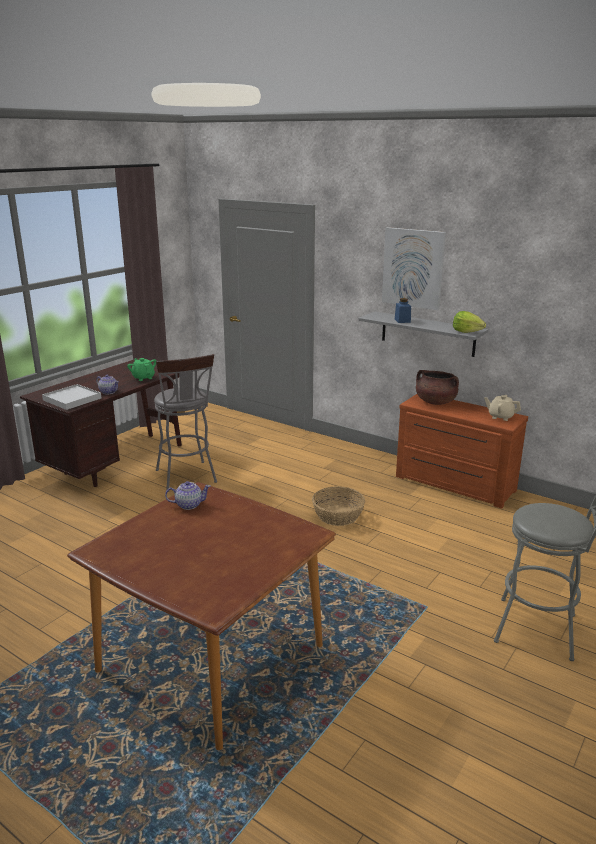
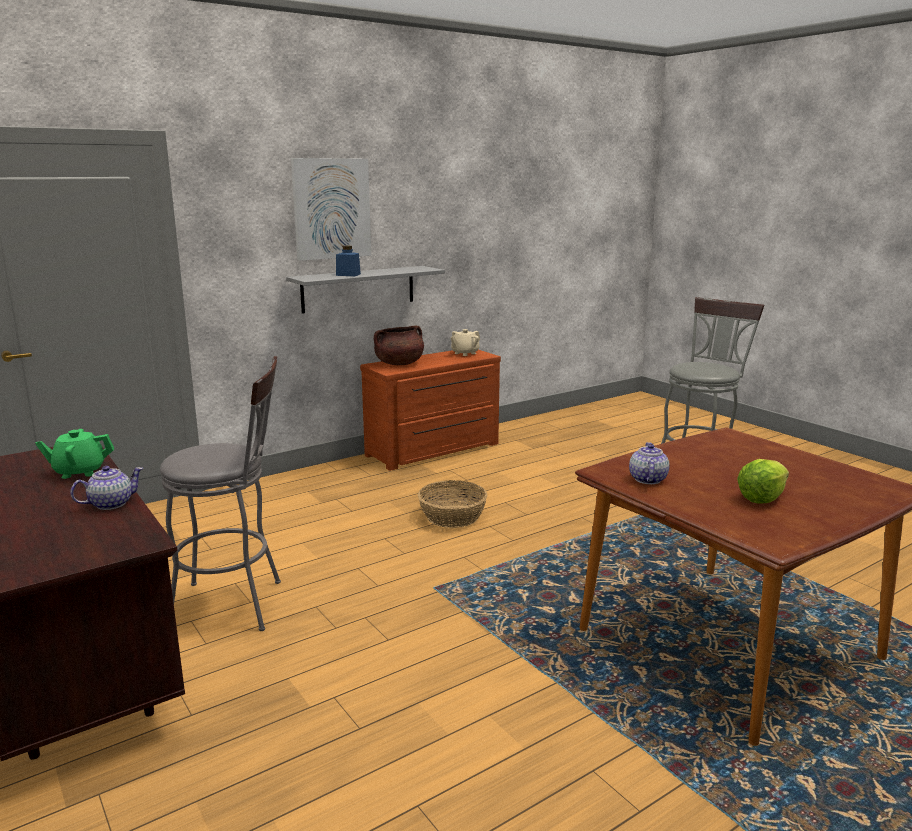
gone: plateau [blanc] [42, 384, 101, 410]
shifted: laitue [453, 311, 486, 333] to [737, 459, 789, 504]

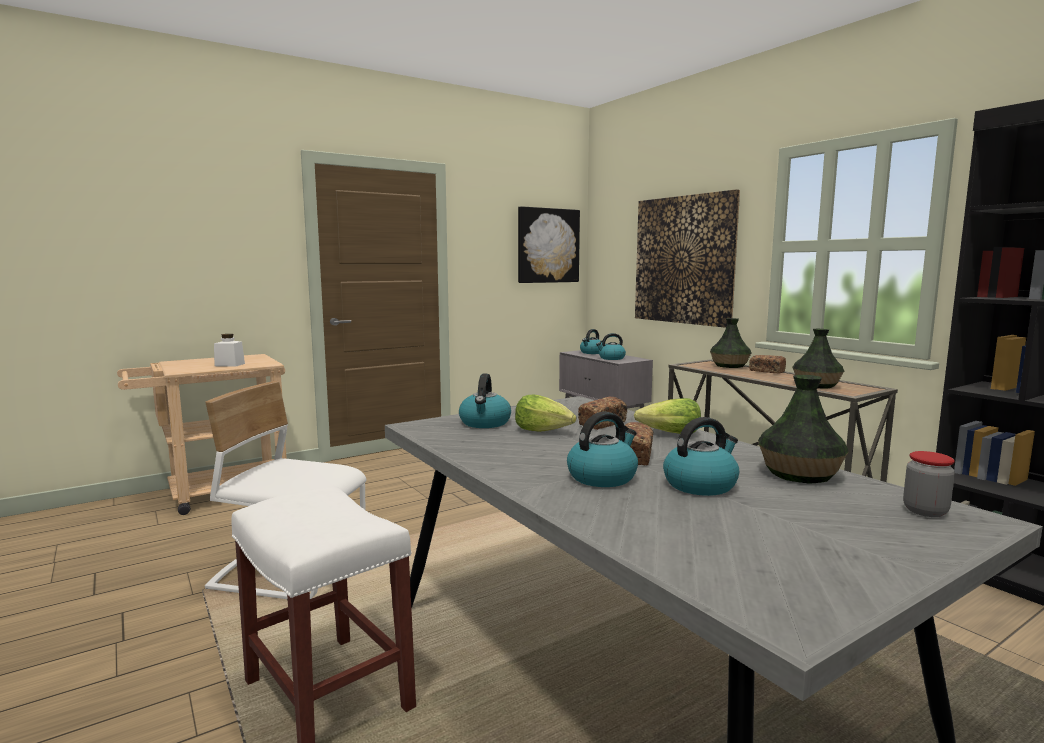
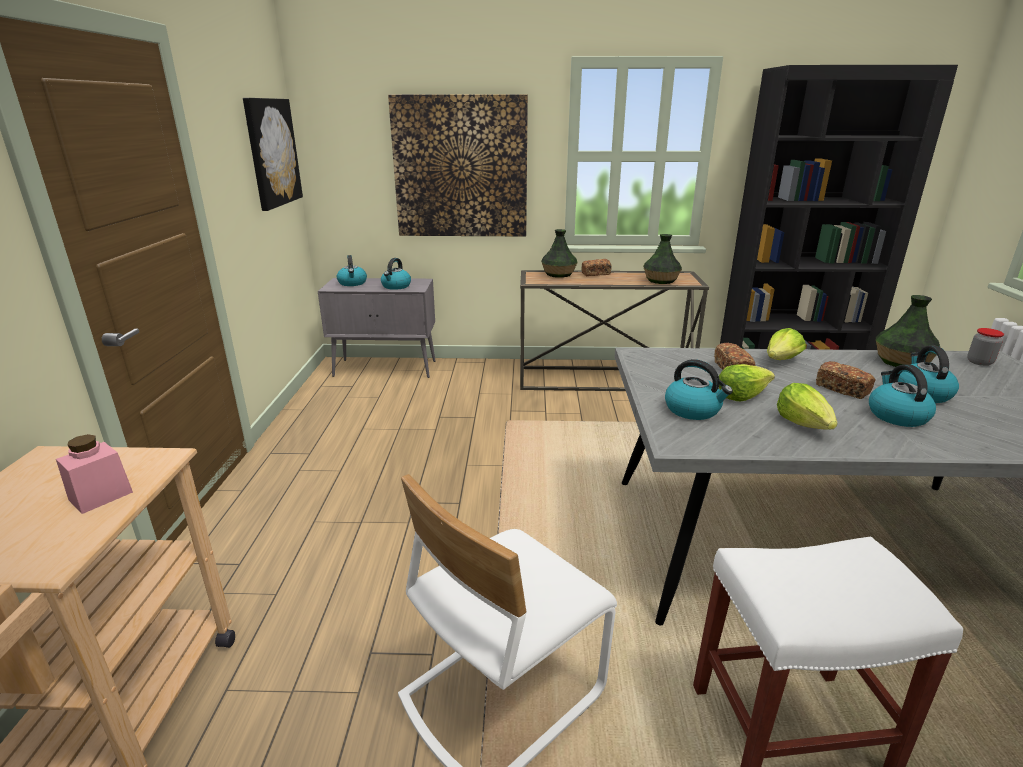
new: laitue [777, 383, 837, 430]
repainted: bocal [blanc] [214, 334, 245, 367] to bocal [rose] [56, 434, 133, 514]

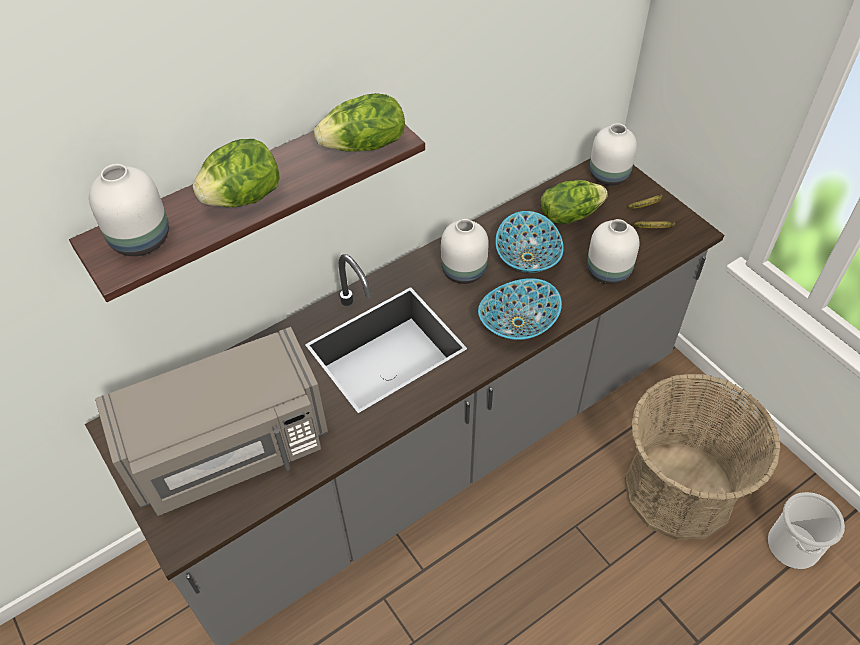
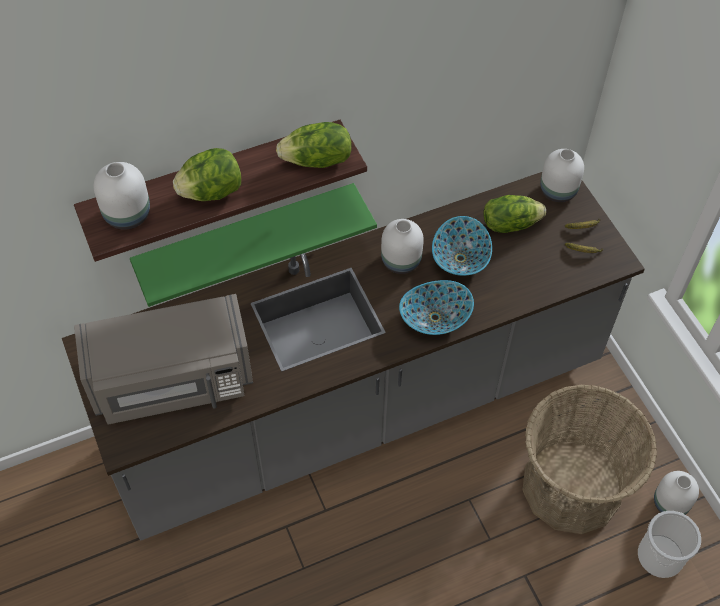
new: étagère [vert] [130, 183, 377, 307]
shifted: vase [blanc] [587, 219, 640, 284] to [654, 471, 699, 515]

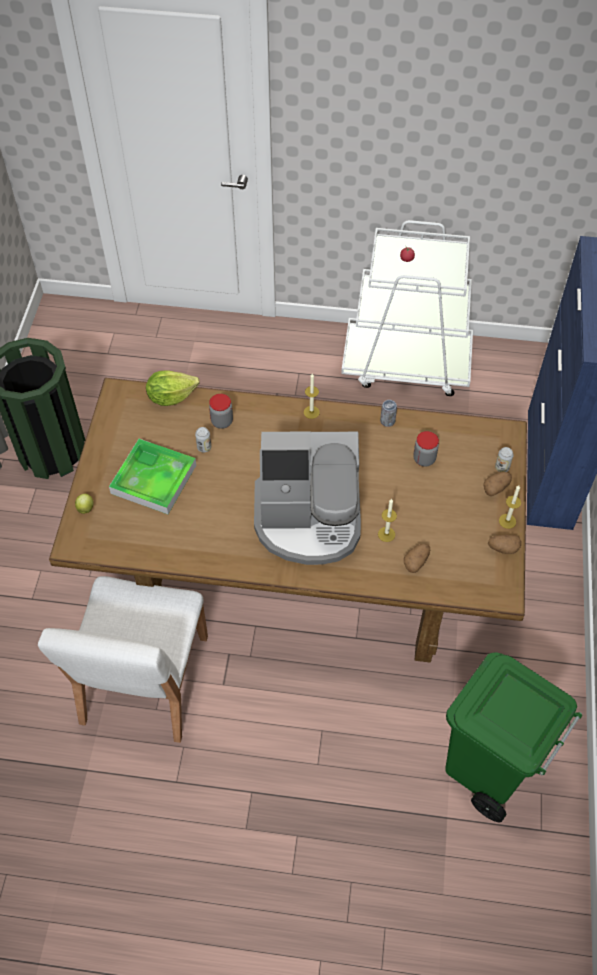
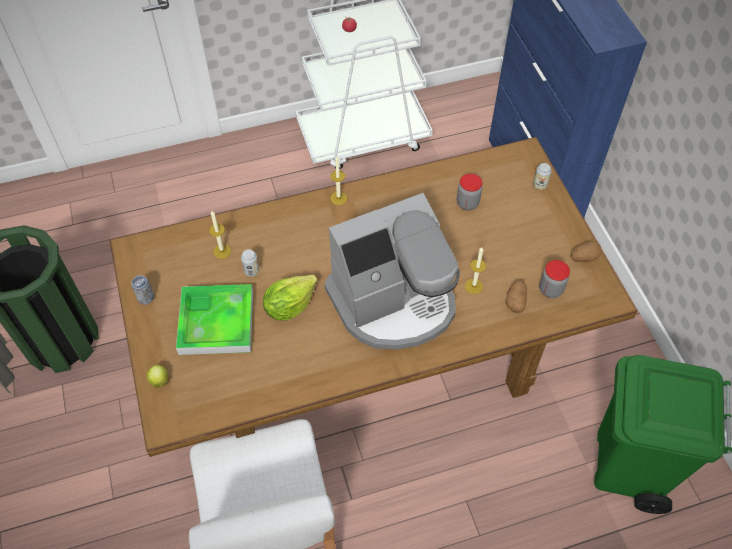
gone: pomme de terre [484, 472, 512, 496]
shifted: laitue [146, 370, 200, 406] to [263, 275, 317, 321]; bocal [209, 394, 233, 429] to [539, 260, 570, 298]; boîte métallique [380, 400, 397, 427] to [131, 275, 154, 305]; bougie [499, 485, 521, 529] to [209, 211, 231, 259]

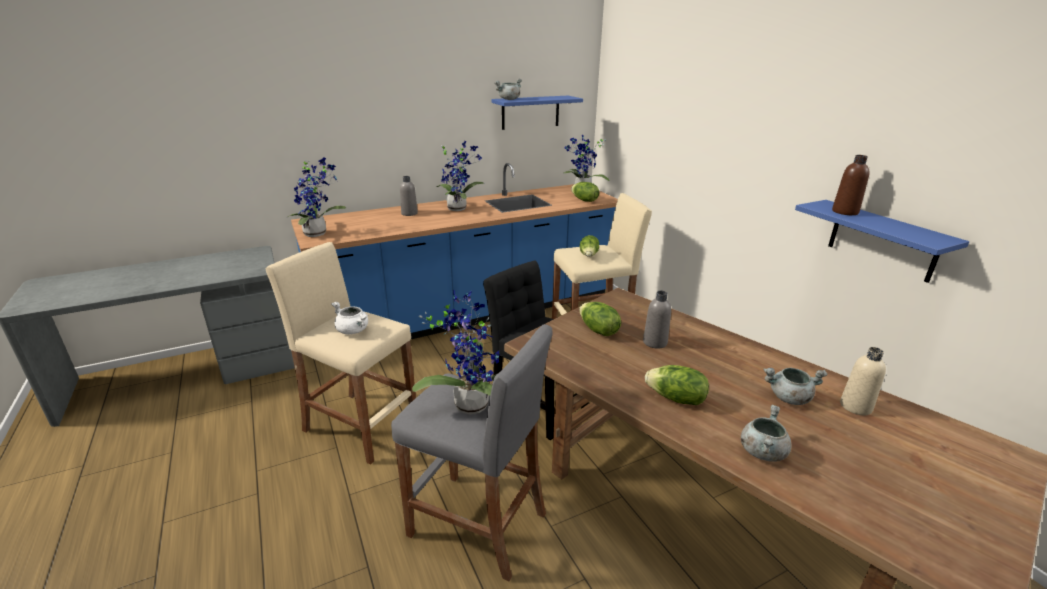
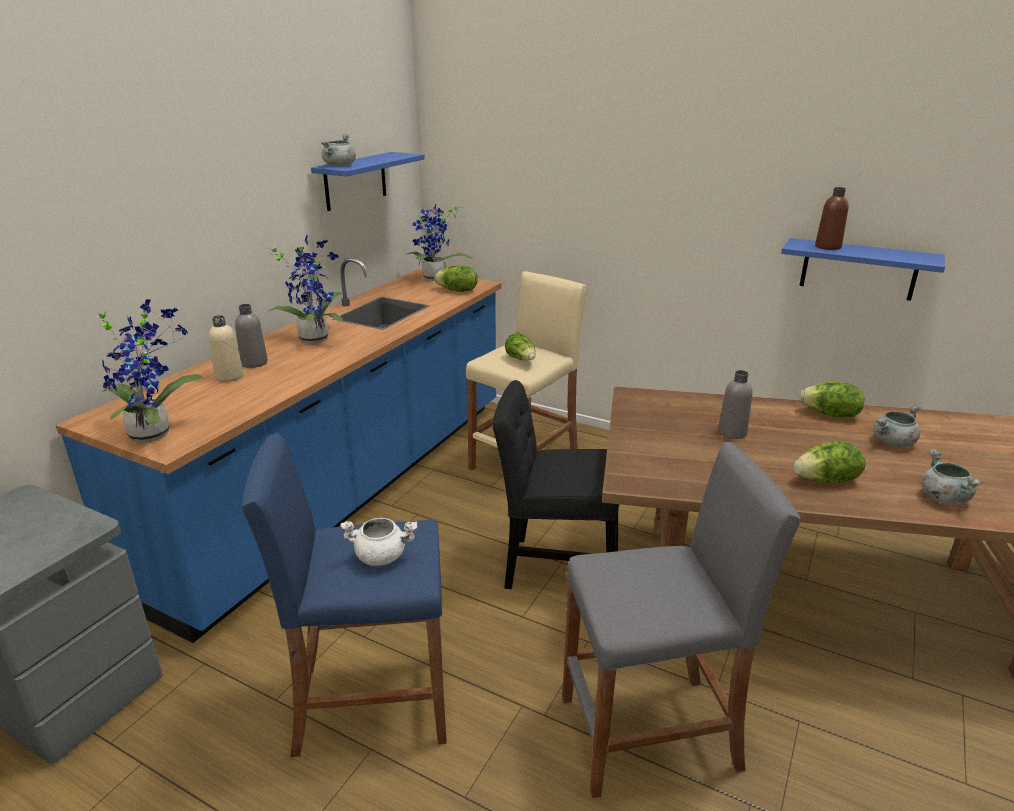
gone: plante en pot [412, 290, 500, 415]
shifted: laitue [579, 302, 621, 336] to [800, 382, 864, 417]; bouteille [beige] [840, 347, 886, 415] to [209, 315, 244, 382]
repainted: tabouret [beige] [266, 242, 416, 465] to tabouret [bleu] [242, 433, 447, 757]

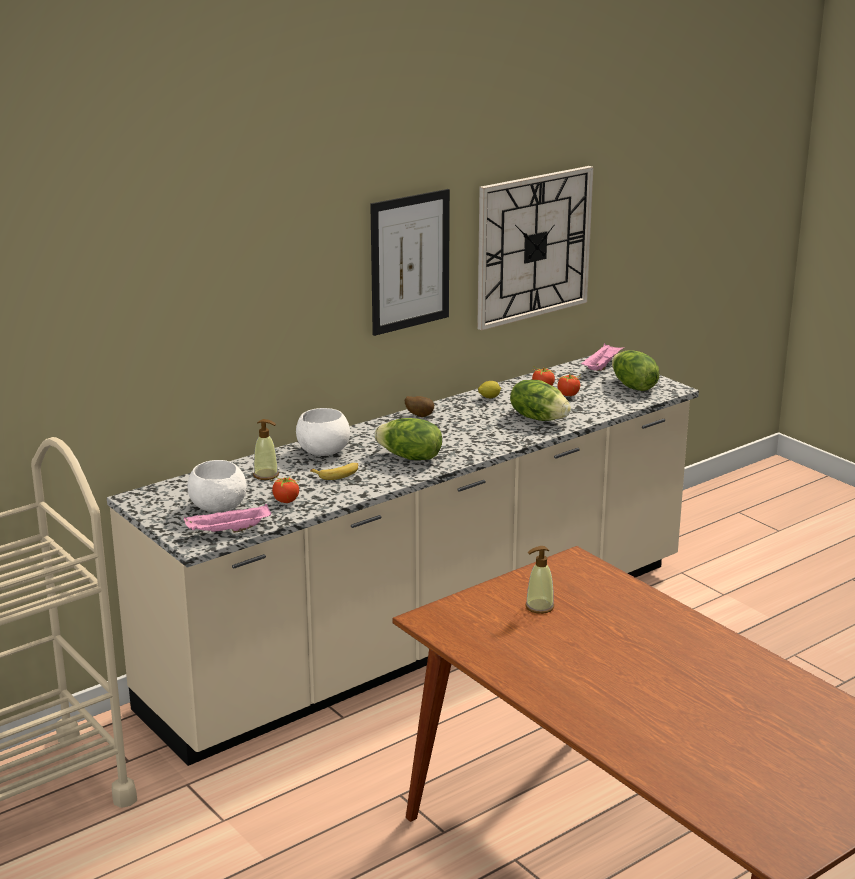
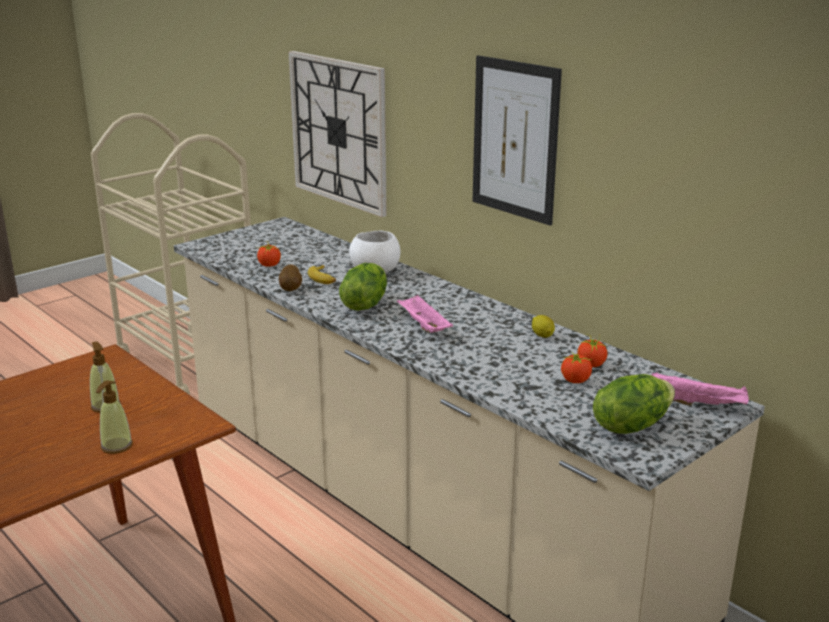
gone: laitue [510, 380, 571, 421]; bol [blanc] [187, 460, 247, 512]
shifted: horloge murale [477, 166, 593, 331] to [288, 51, 387, 217]; pomme de terre [405, 396, 434, 417] to [279, 264, 302, 291]; distributeur de savon [253, 419, 279, 480] to [96, 380, 133, 454]; plateau [rose] [184, 504, 271, 533] to [397, 294, 453, 333]

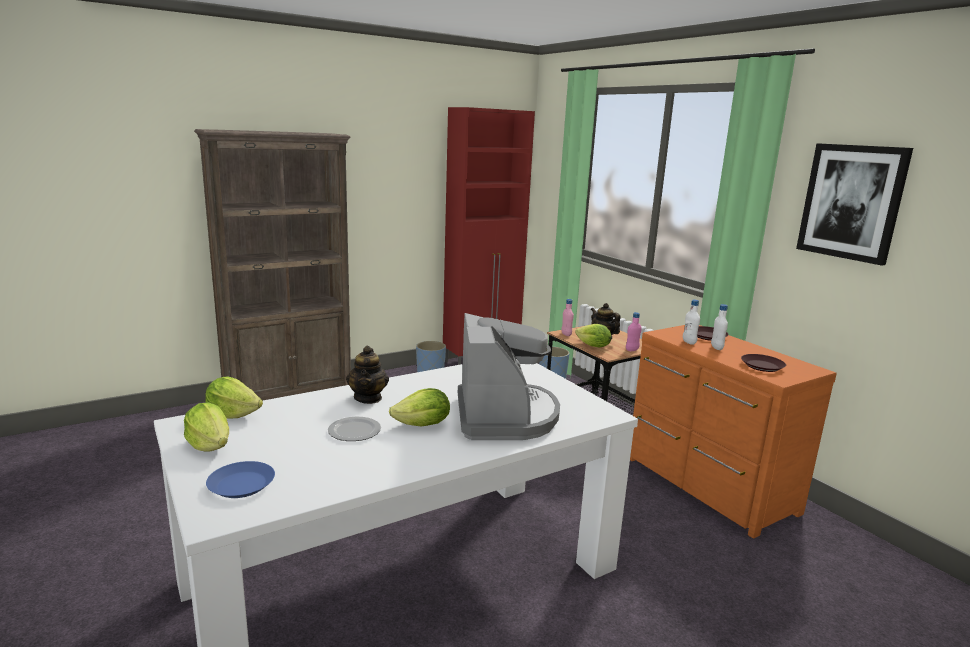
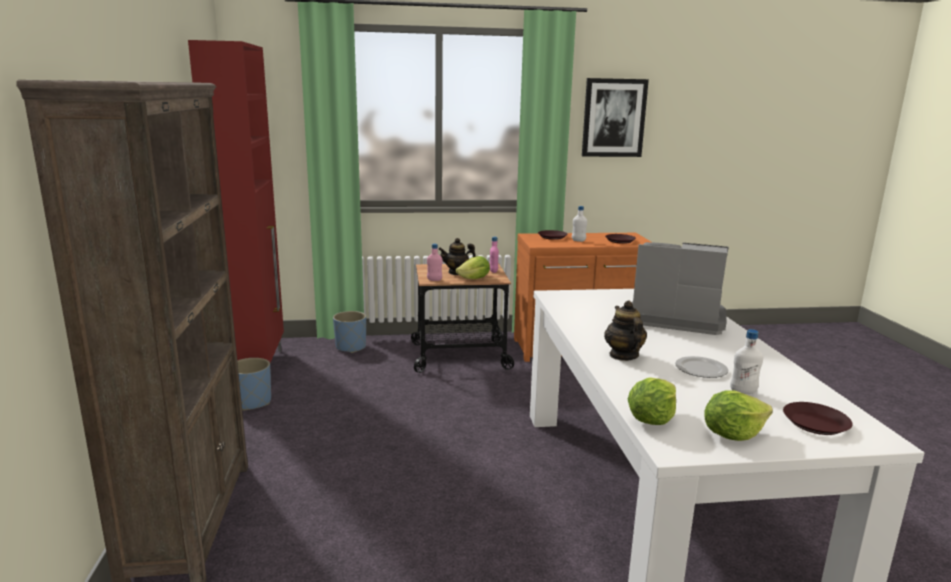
gone: laitue [389, 388, 450, 426]
shifted: bouteille [blanc] [683, 299, 700, 345] to [730, 329, 763, 394]
repainted: assiette [bleu] [206, 461, 275, 498] to assiette [marron] [783, 402, 853, 435]
rotated: théière [346, 346, 389, 404] = [604, 300, 647, 361] 120 degrees counterclockwise

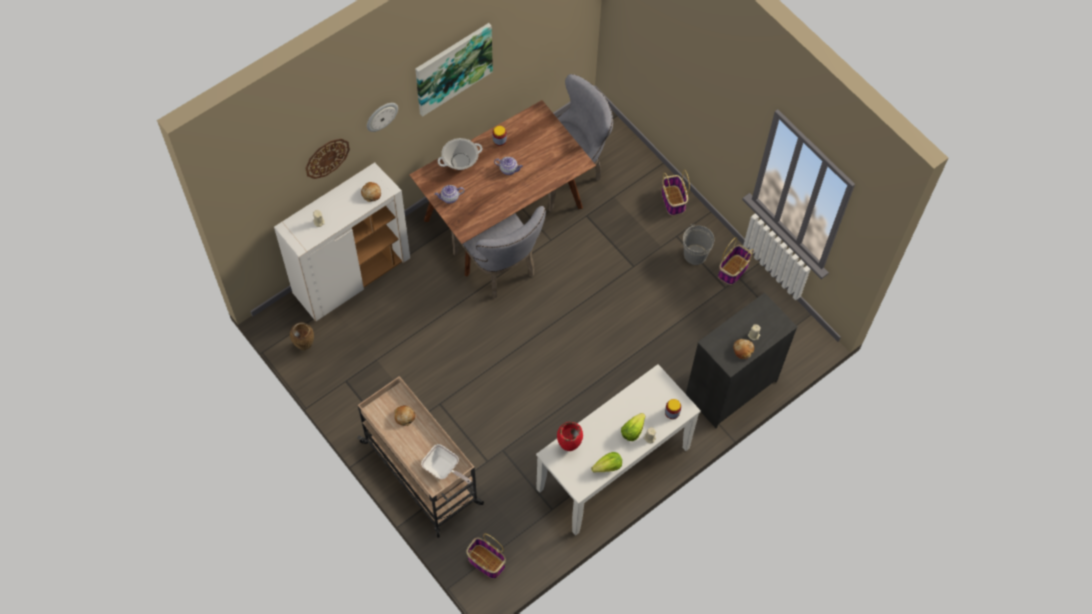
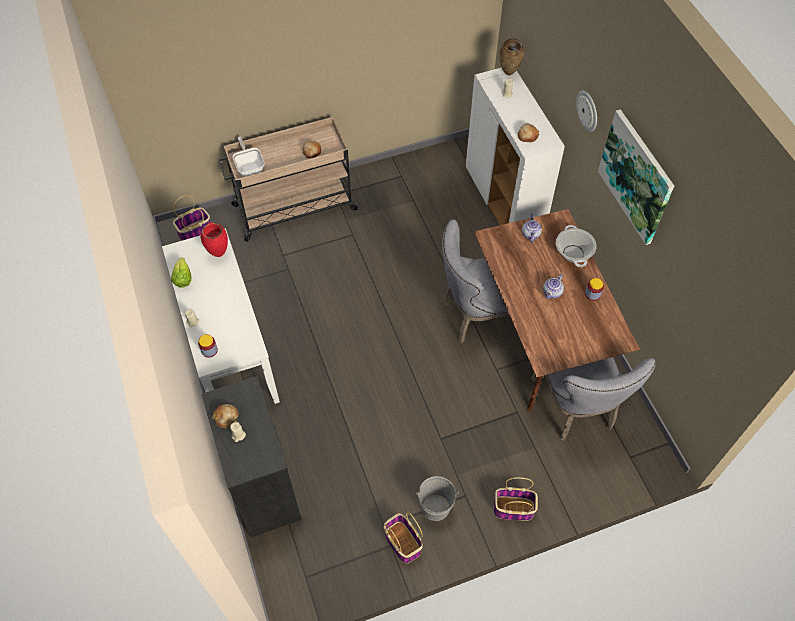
gone: horloge murale [305, 139, 350, 179]; laitue [621, 413, 646, 441]
shifted: vase [marron] [290, 322, 314, 350] to [500, 38, 524, 76]
rotated: poêle [421, 444, 471, 484] = [233, 136, 265, 176] 105 degrees clockwise

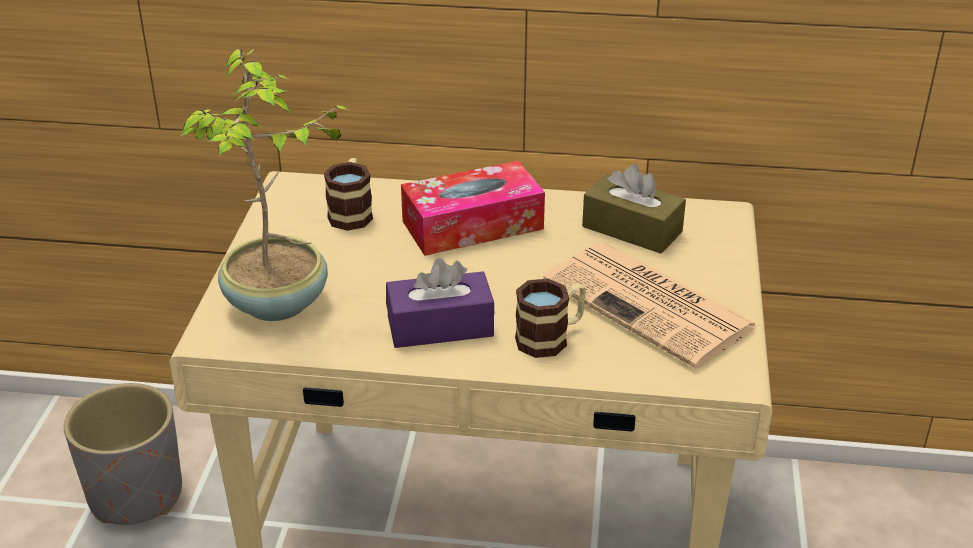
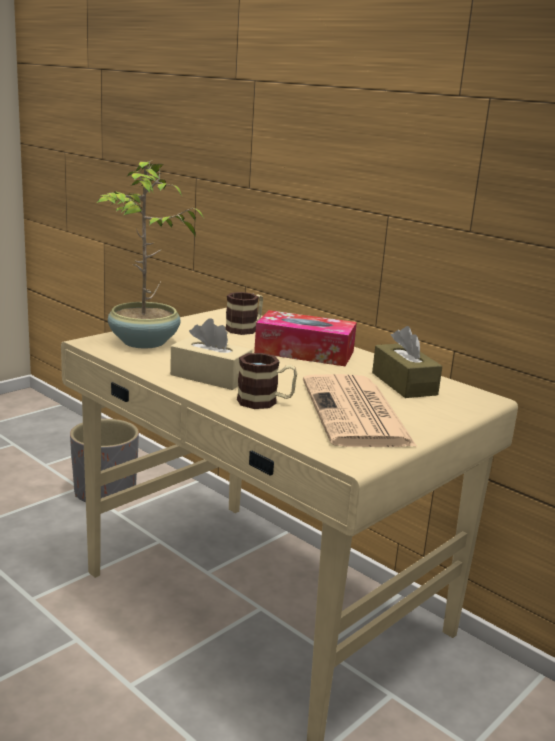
repainted: boîte à mouchoirs [violet] [386, 258, 494, 348] to boîte à mouchoirs [beige] [170, 318, 252, 390]

